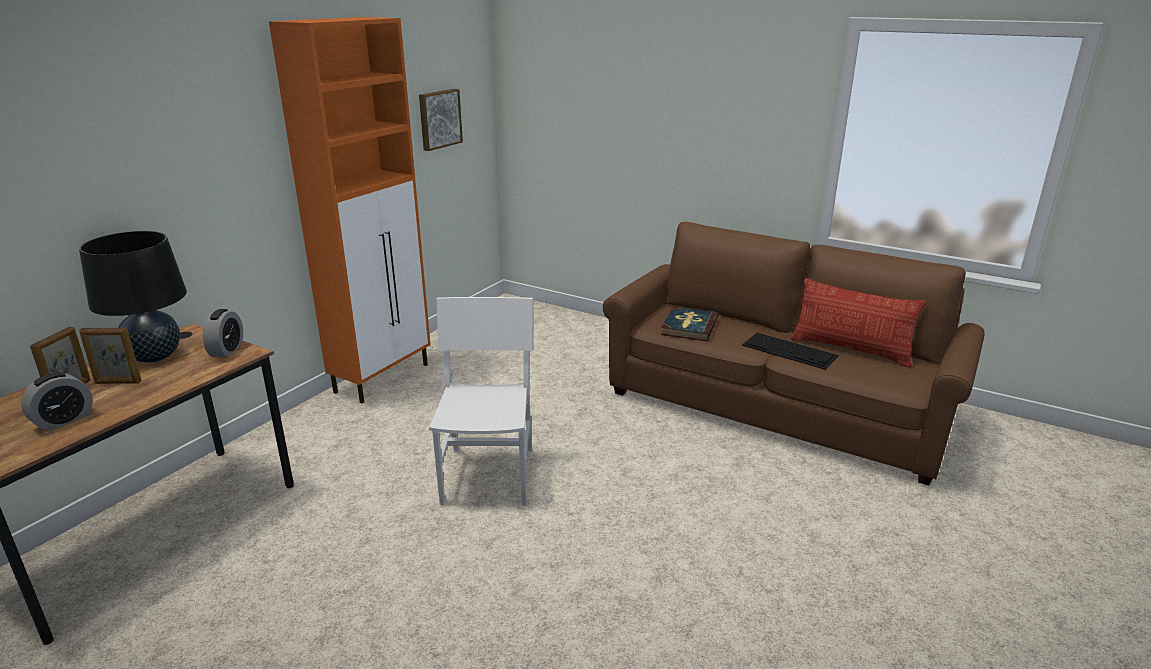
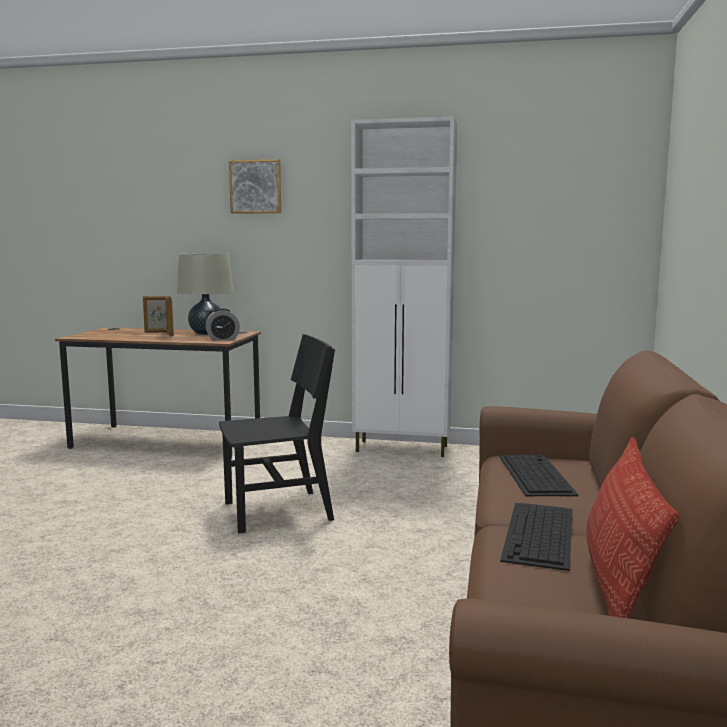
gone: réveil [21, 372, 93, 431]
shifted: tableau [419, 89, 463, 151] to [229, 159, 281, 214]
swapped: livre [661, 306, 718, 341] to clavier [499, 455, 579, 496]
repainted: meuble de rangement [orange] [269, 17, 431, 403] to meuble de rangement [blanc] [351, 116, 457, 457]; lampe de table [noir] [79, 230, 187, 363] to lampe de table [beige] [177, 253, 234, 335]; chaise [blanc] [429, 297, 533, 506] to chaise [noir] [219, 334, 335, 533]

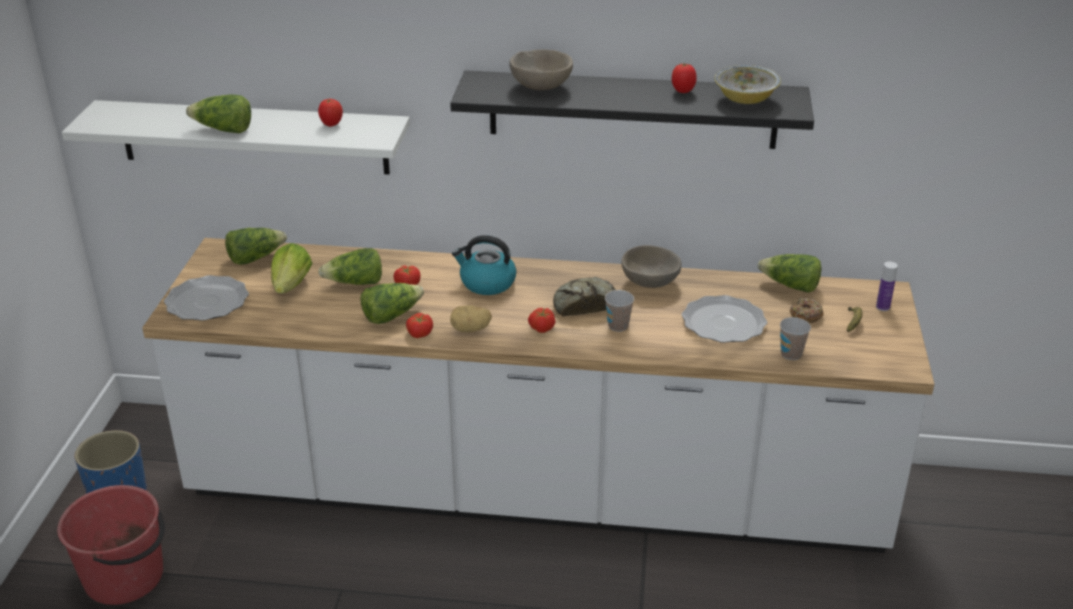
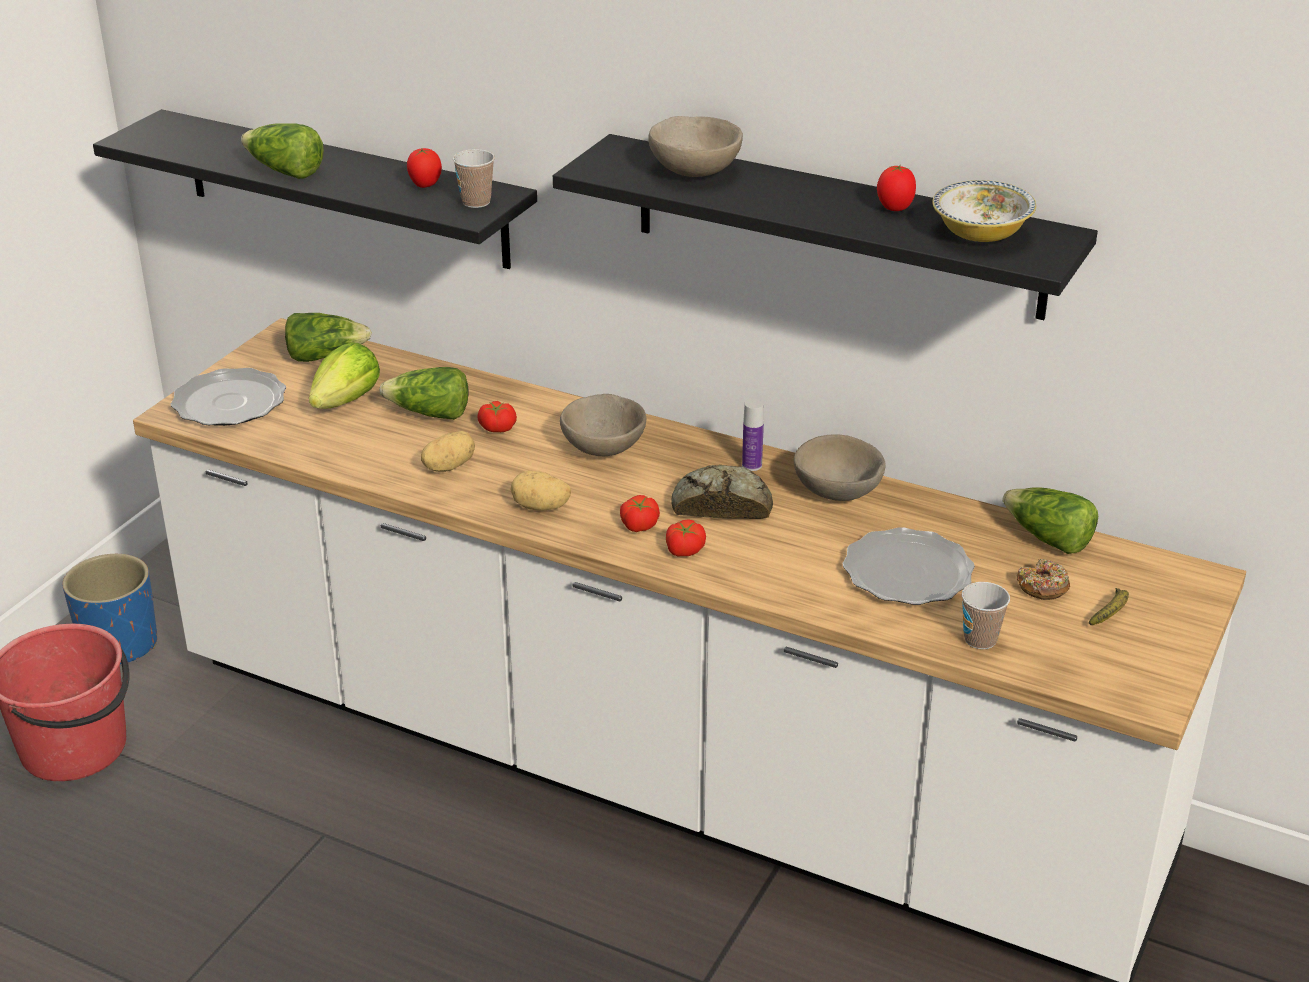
shifted: bouteille [876, 262, 898, 311] to [742, 399, 764, 471]; tasse [605, 290, 634, 332] to [453, 149, 495, 208]; tomate [406, 313, 433, 338] to [666, 520, 706, 556]
swapped: bouilloire [452, 235, 516, 295] to bol [beige] [560, 394, 646, 456]; laitue [360, 283, 424, 324] to pomme de terre [421, 431, 475, 472]
repainted: étagère [blanc] [62, 100, 410, 174] to étagère [noir] [93, 109, 537, 269]

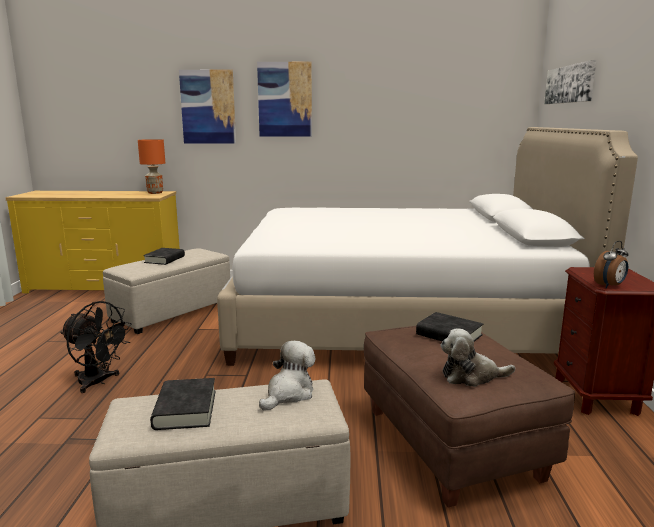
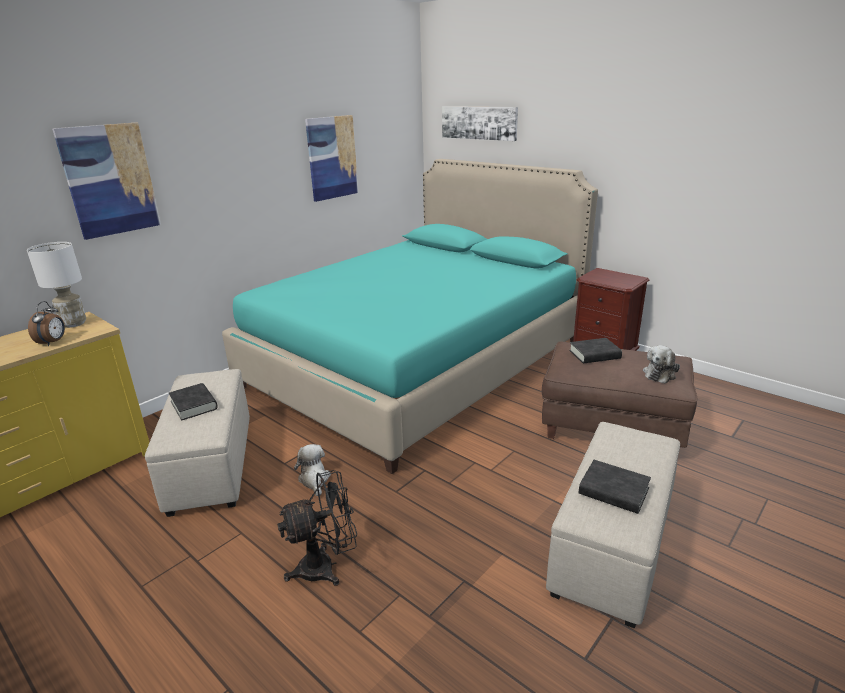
shifted: tableau [257, 62, 312, 137] to [305, 115, 358, 202]; réveil [594, 241, 628, 288] to [28, 301, 65, 346]; peluche [259, 341, 315, 411] to [294, 444, 331, 496]
repainted: lit [blanc] [217, 127, 638, 366] to lit [turquoise] [222, 159, 598, 474]; lampe de table [orange] [138, 139, 165, 194] to lampe de table [blanc] [27, 242, 86, 328]

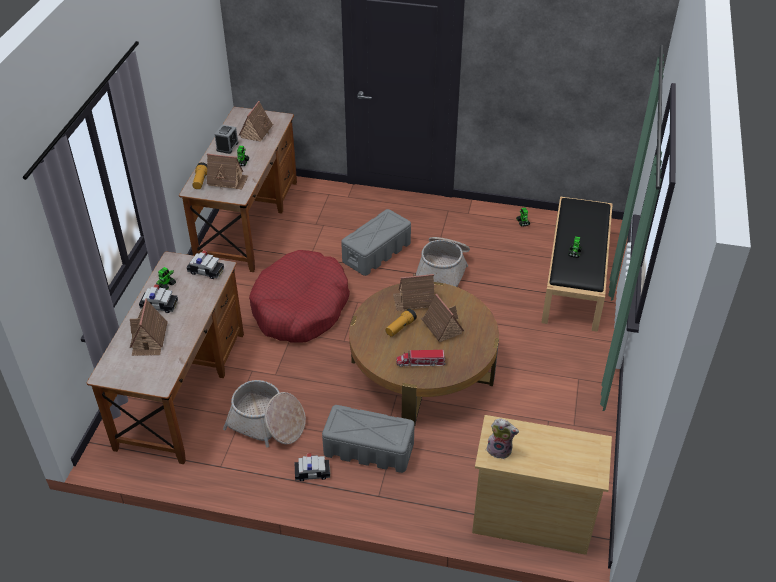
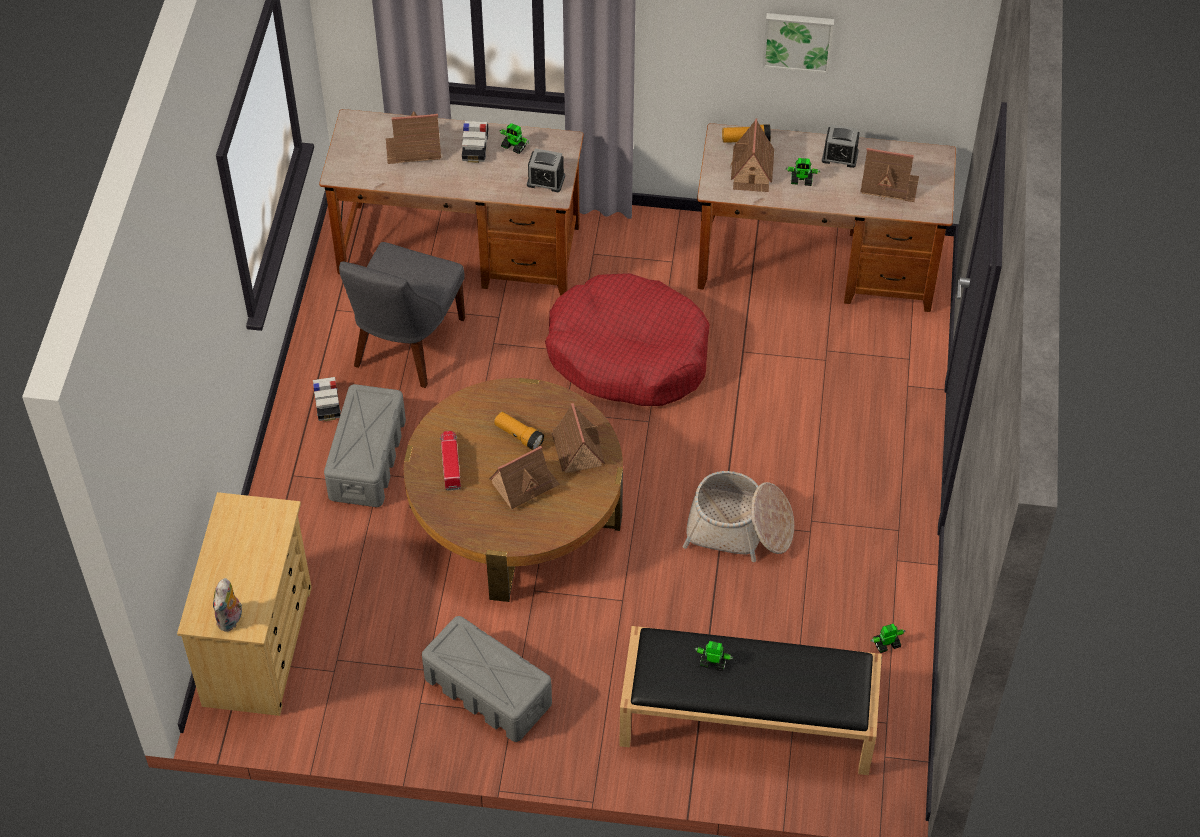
new: tableau [762, 13, 834, 74]
shifted: boîte de rangement [gris] [341, 209, 411, 276] to [422, 616, 552, 742]; peluche [487, 418, 519, 459] to [213, 578, 242, 632]
swapped: petite voiture [187, 250, 224, 279] to réveil [527, 148, 565, 192]; panier [223, 380, 306, 448] to chaise [gris] [339, 242, 465, 388]

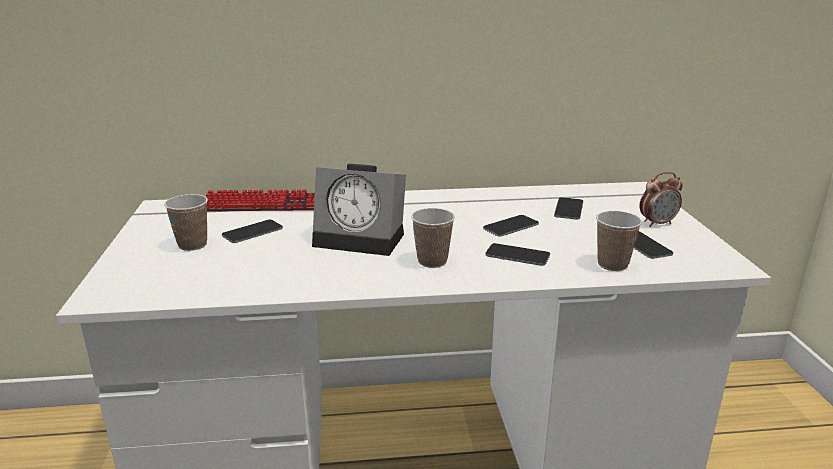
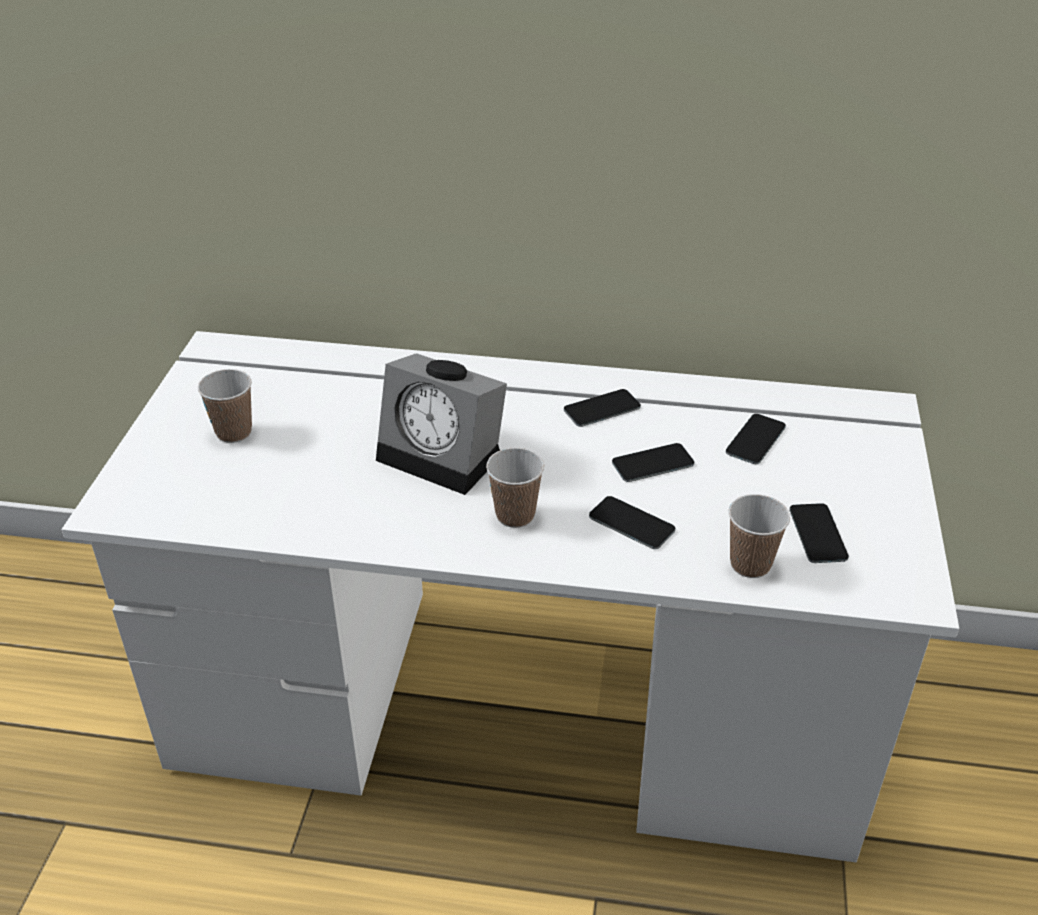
gone: réveil [640, 172, 683, 227]; clavier [205, 189, 315, 211]
shifted: téléphone [222, 220, 283, 243] to [564, 389, 641, 427]

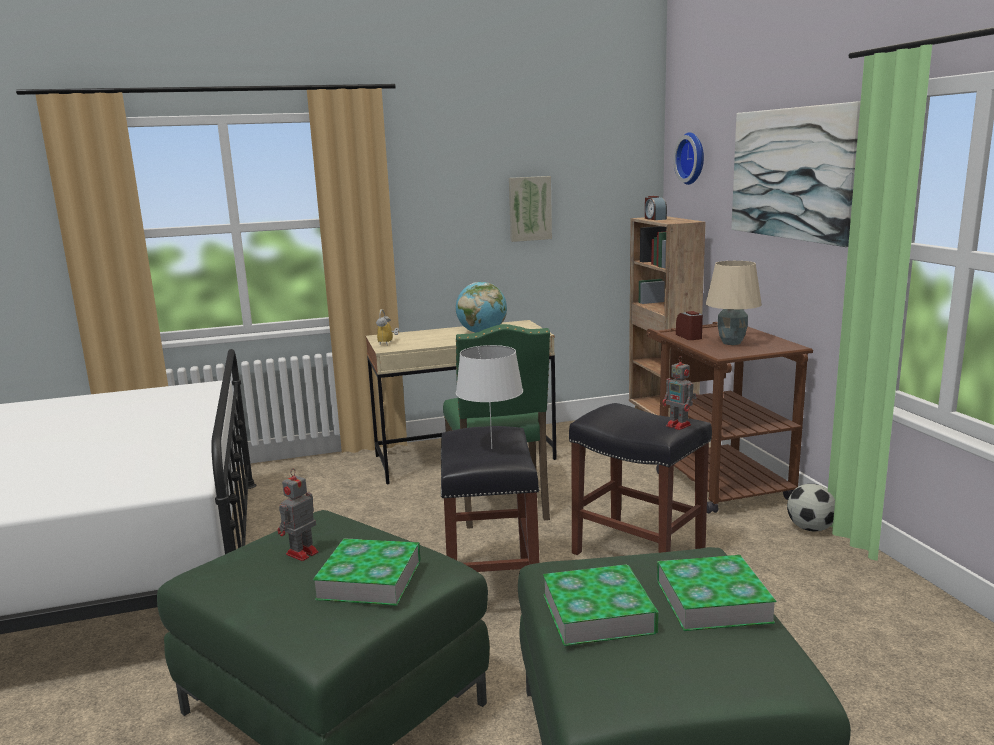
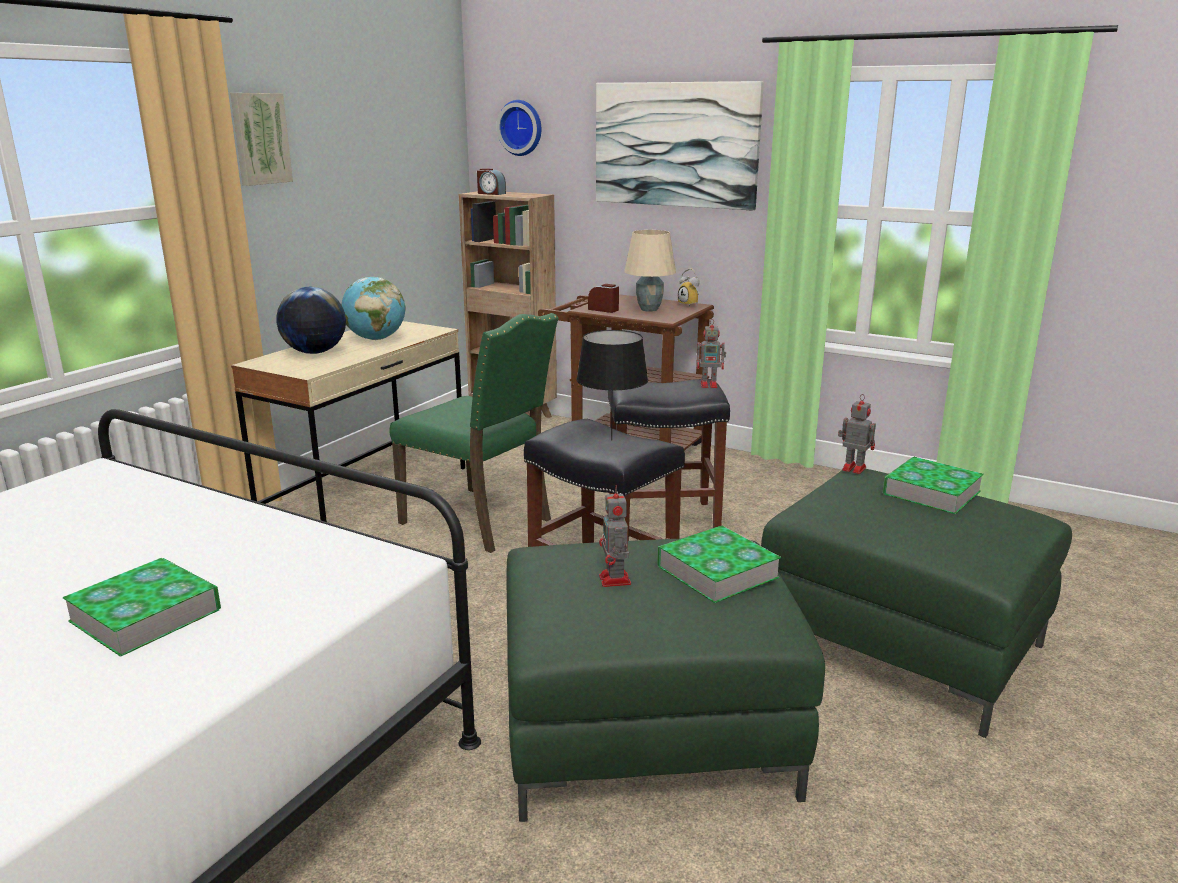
gone: ballon de foot [787, 484, 835, 531]
new: globe [276, 287, 346, 354]; robot jouet [838, 394, 876, 474]
shifted: tableau [509, 176, 552, 242] to [230, 93, 293, 186]; réveil [376, 309, 399, 346] to [678, 269, 700, 307]; livre [543, 564, 659, 646] to [63, 558, 221, 657]
repainted: lampe de table [blanc] [456, 345, 523, 449] to lampe de table [noir] [576, 330, 648, 441]

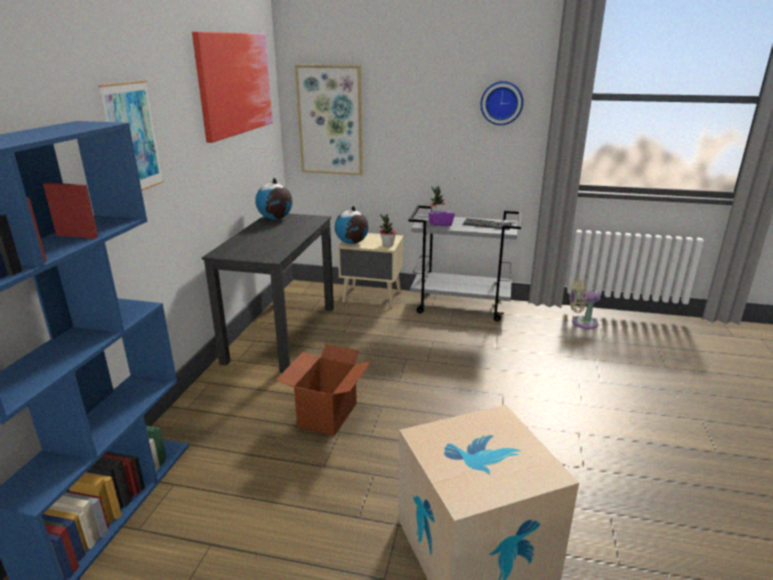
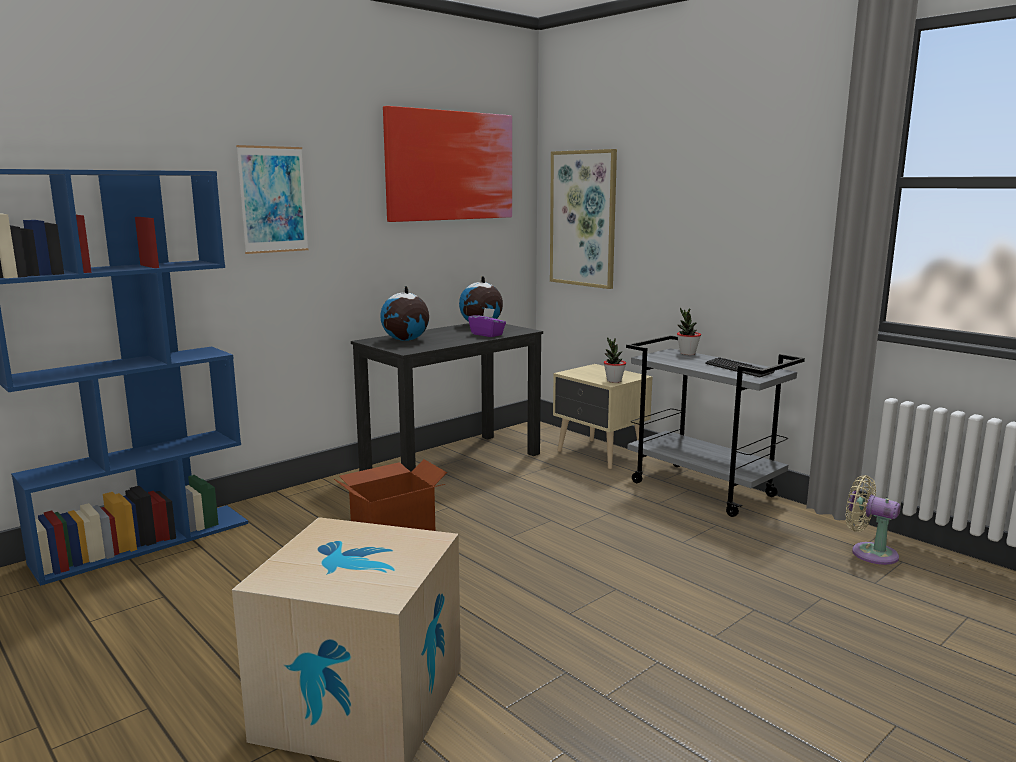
gone: horloge murale [481, 81, 523, 125]
shifted: boîte à mouchoirs [violet] [429, 204, 455, 226] to [468, 308, 506, 337]; globe [335, 206, 369, 244] to [380, 286, 429, 341]

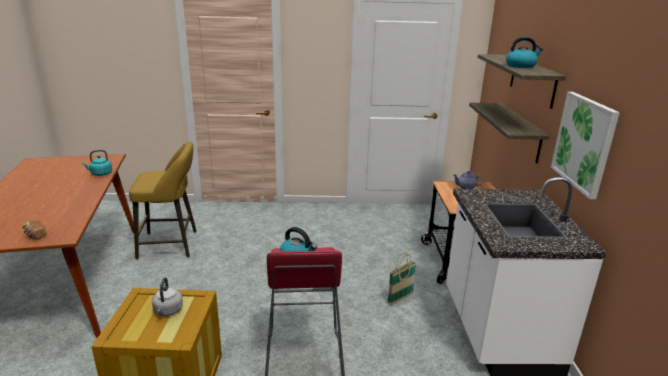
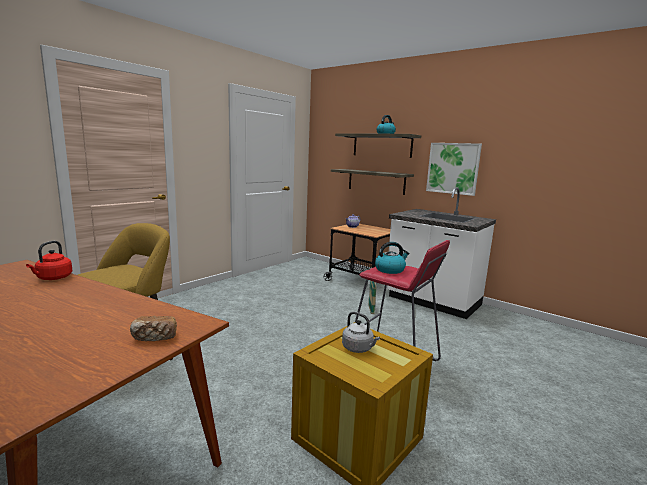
repainted: bouilloire [turquoise] [82, 150, 112, 176] to bouilloire [rouge] [26, 241, 72, 280]

